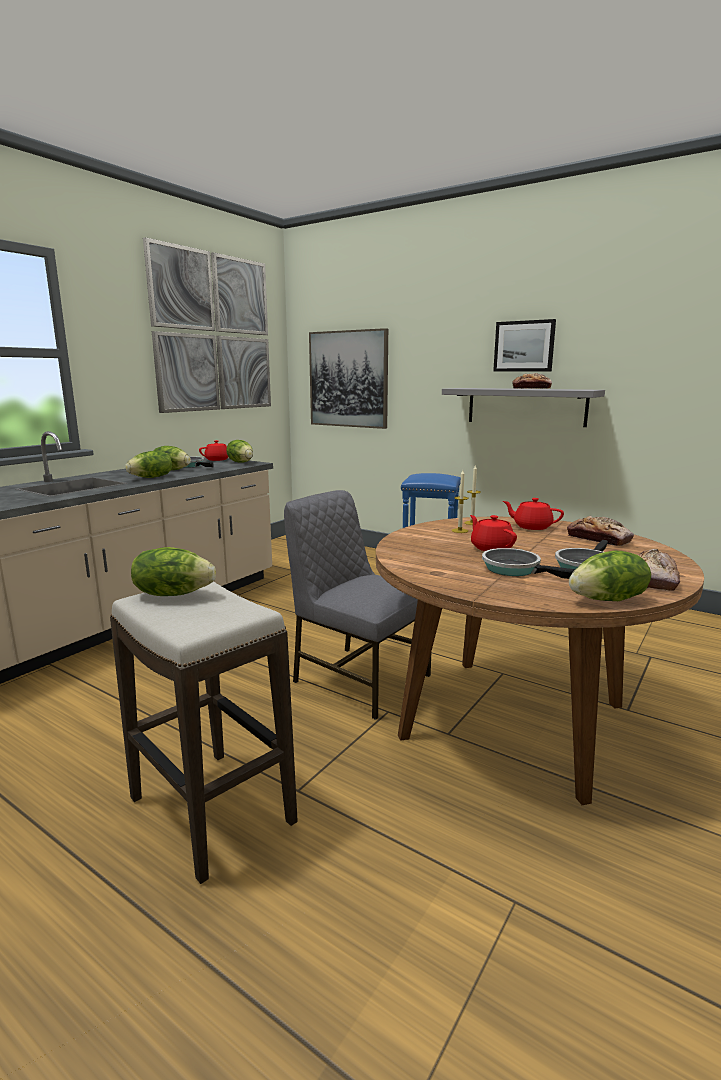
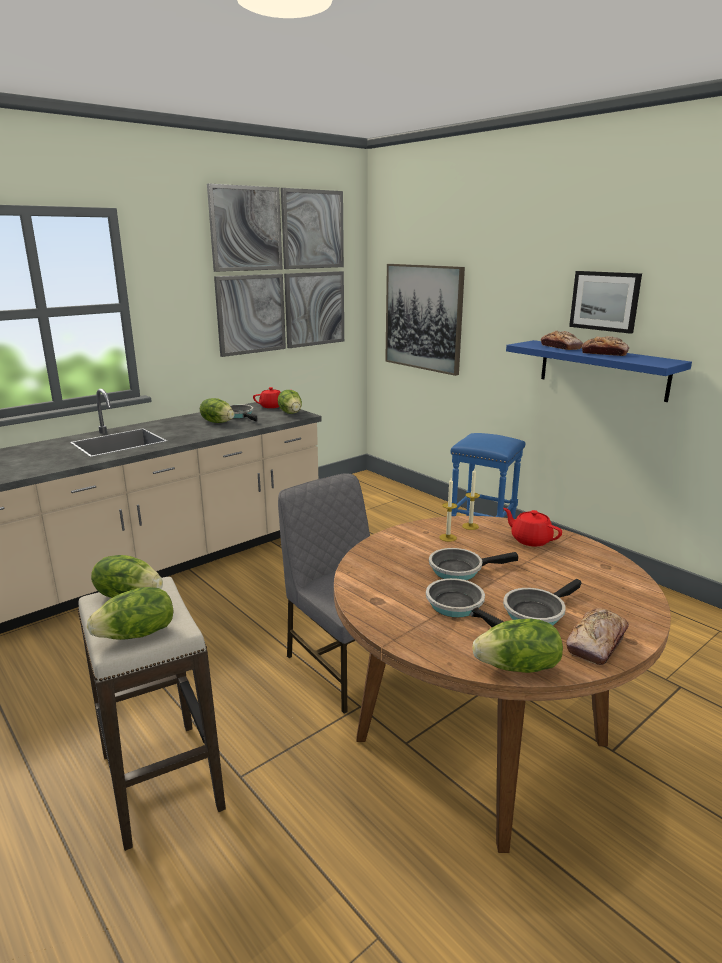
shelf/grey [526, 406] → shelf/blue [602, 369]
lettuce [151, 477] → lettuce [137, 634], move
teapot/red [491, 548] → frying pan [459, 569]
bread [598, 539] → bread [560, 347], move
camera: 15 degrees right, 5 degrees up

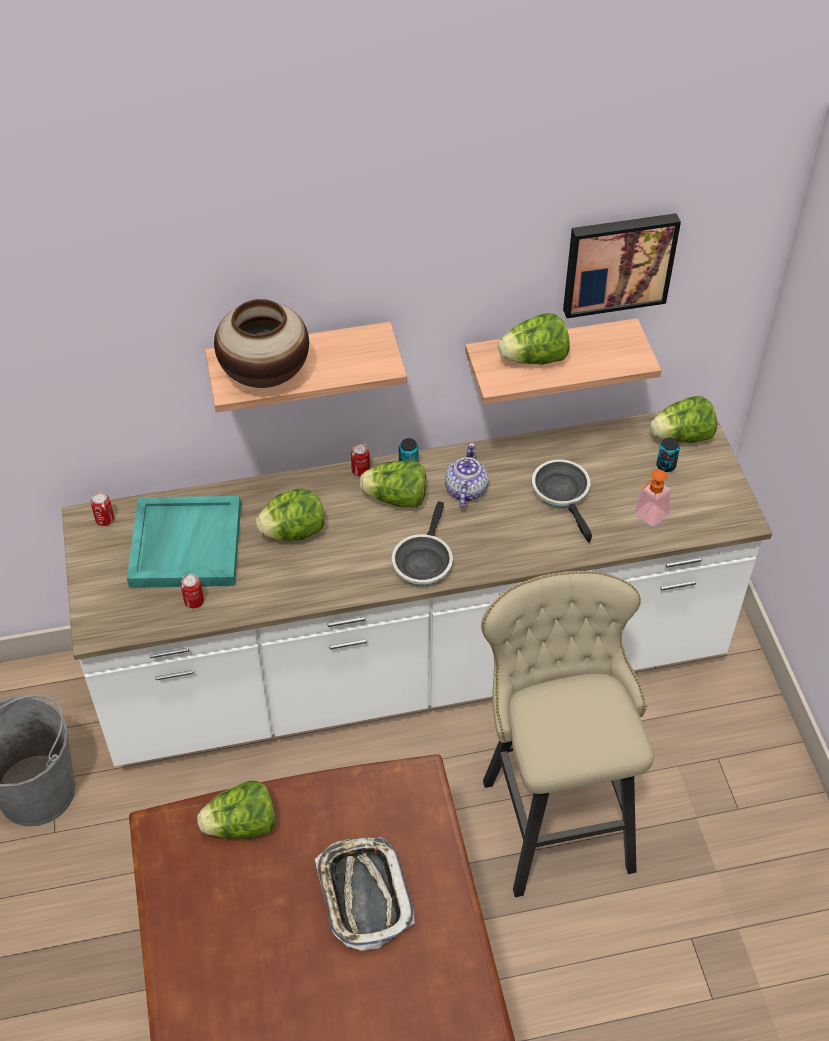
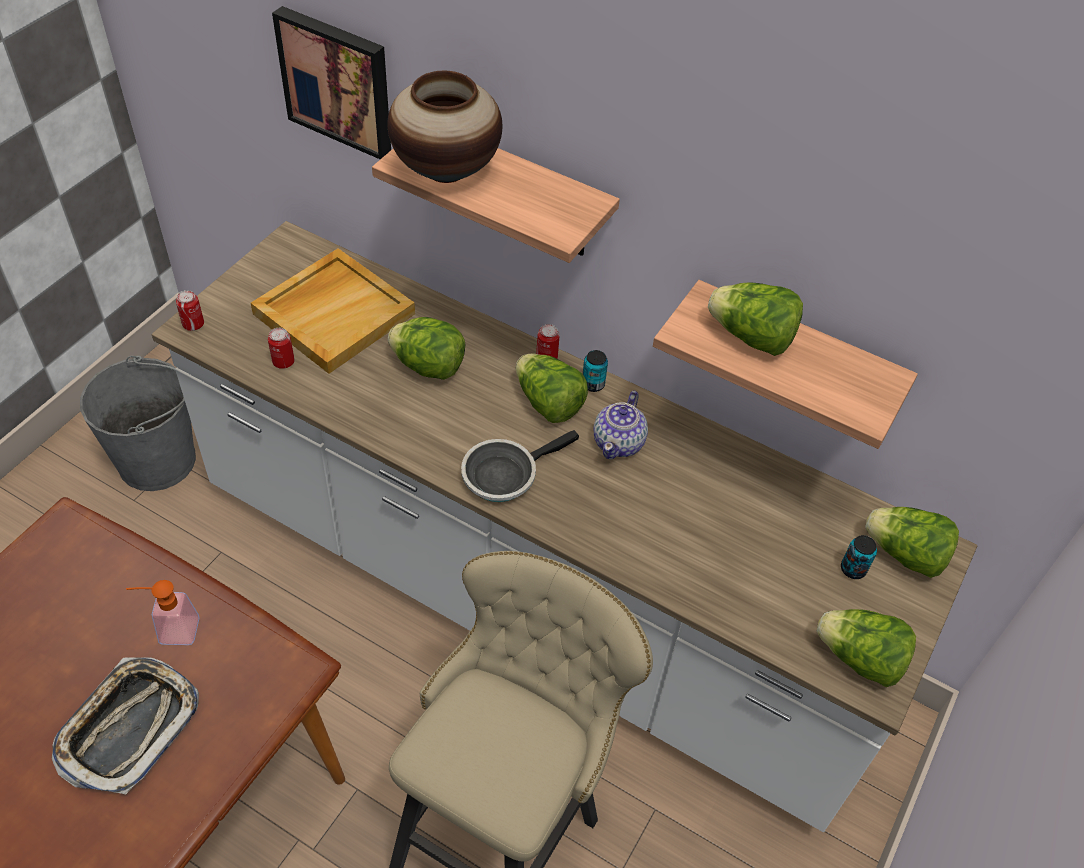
picture [618, 262] → picture [338, 81], move
teapot [465, 490] → teapot [619, 442], 150 degrees clockwise
frying pan [563, 494] → -
soap dispenser [647, 517] → soap dispenser [171, 630], move
can [105, 520] → can [193, 324], move
tray/turquoise [185, 544] → tray/beige [334, 313]
lettuce [242, 825] → lettuce [859, 659], move
camera: 40 degrees right, 0 degrees up

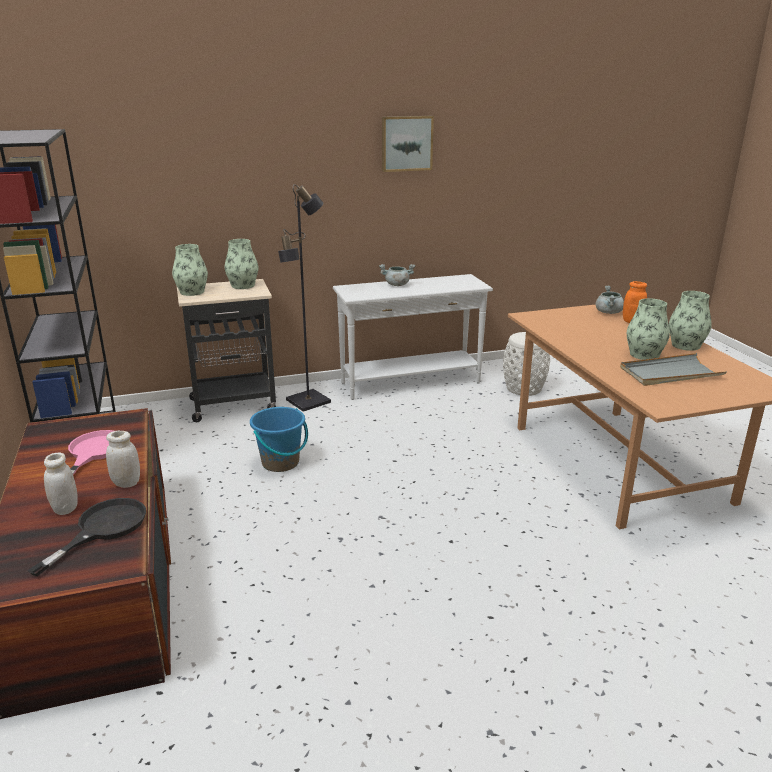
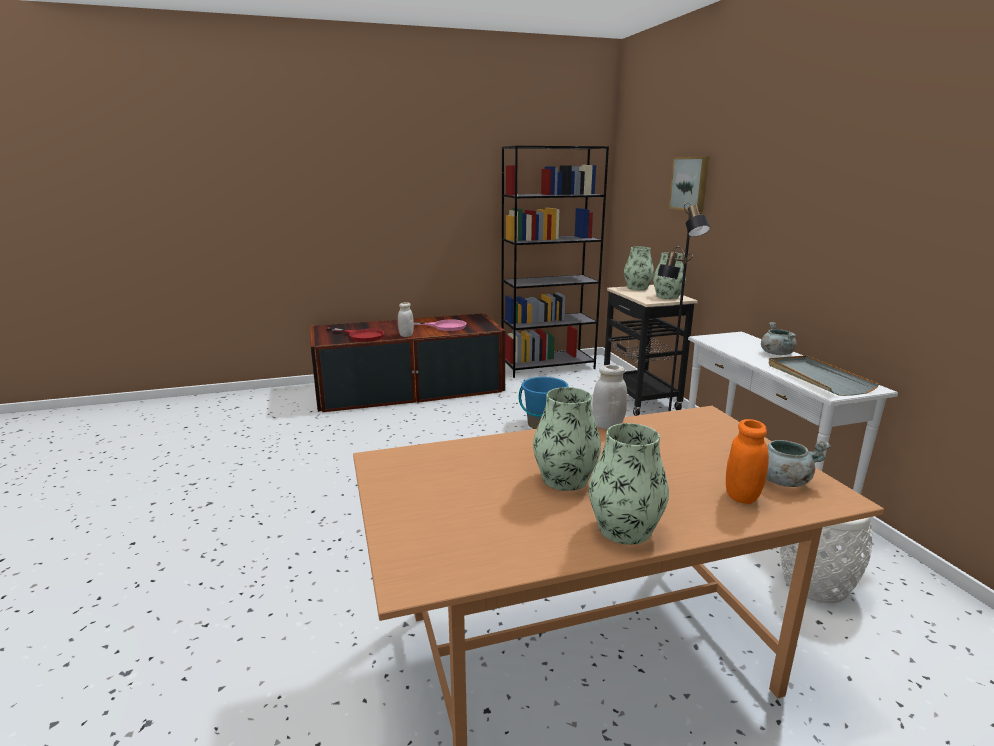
picture [406, 143] → picture [690, 183], move
tray/grey [670, 373] → tray/grey [817, 378], move
jar/white [65, 508] → jar/white [607, 425], move
frying pan/black [103, 529] → frying pan/red [361, 336]
camera: 90 degrees right, 5 degrees down

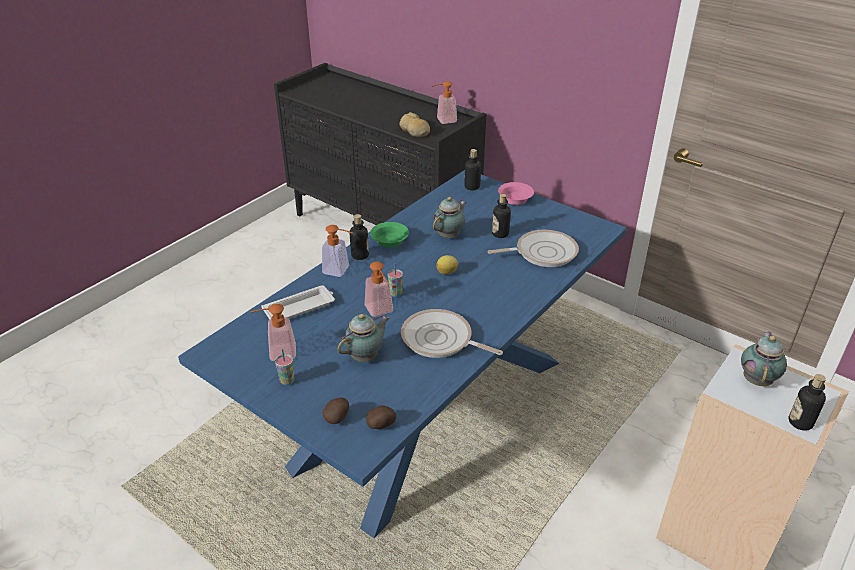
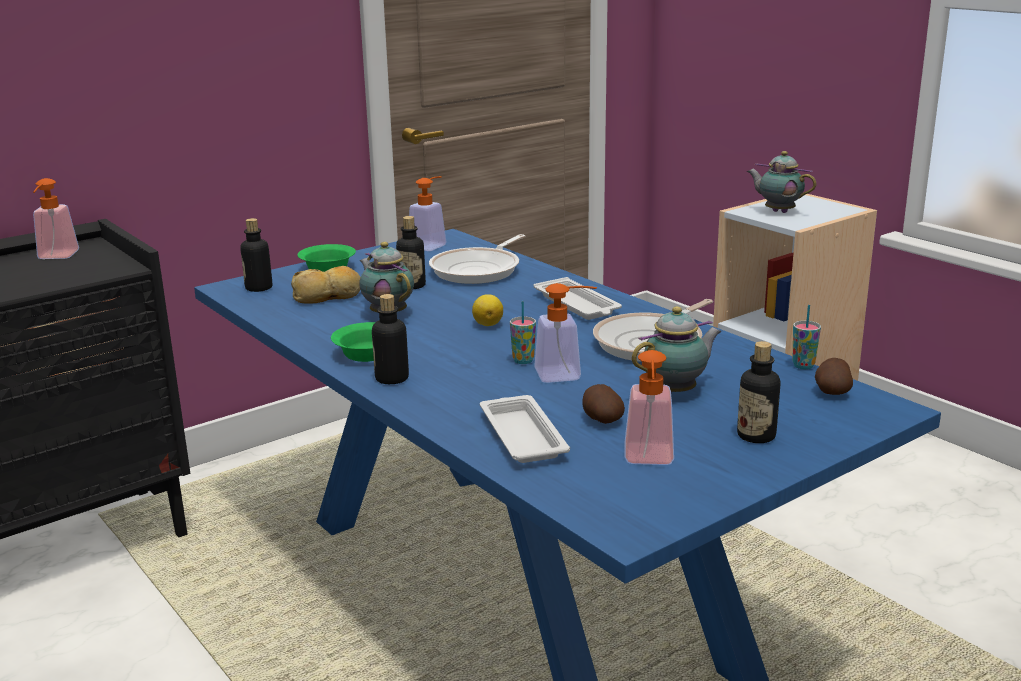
bread [414, 131] → bread [328, 296], move
bowl/pink [515, 200] → bowl/green [329, 268]
soap dispenser [340, 271] → soap dispenser [431, 245], move
frying pan [542, 252] → frying pan [479, 270], 150 degrees counterclockwise
teapot [366, 356] → teapot [676, 391], 90 degrees clockwise
cup [287, 381] → cup [803, 366], move
bottle [800, 422] → bottle [756, 436], move
potato [337, 417] → potato [601, 420], move
- → tray/white [577, 305]
camera: 75 degrees left, 15 degrees down

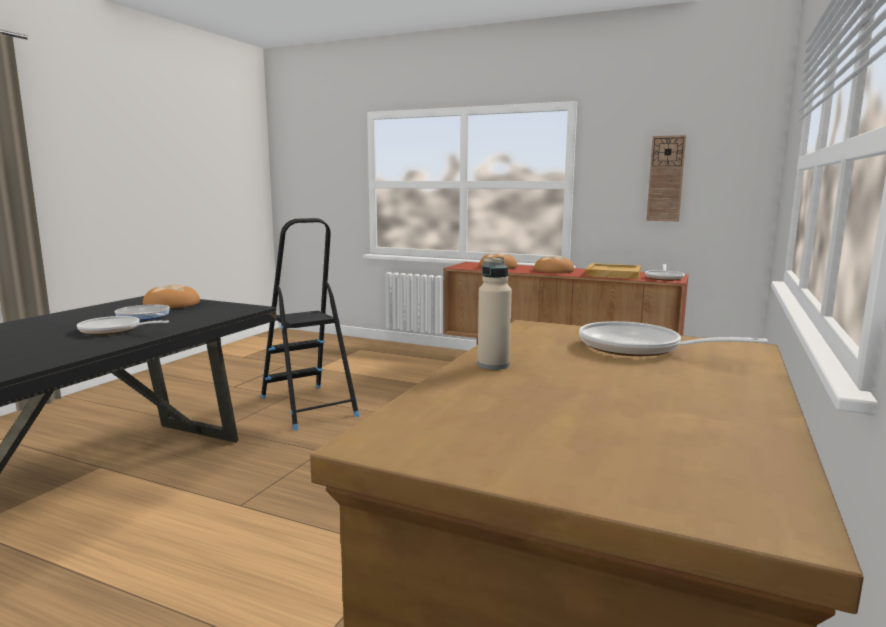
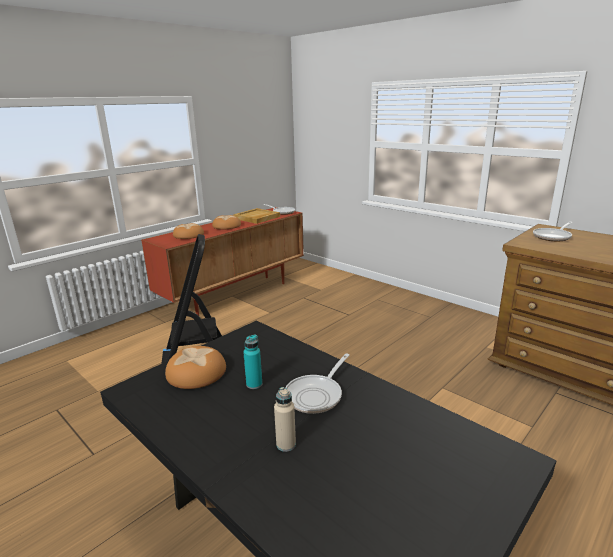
wall clock [665, 179] → -
bottle/beige [493, 365] → bottle/beige [286, 444], move
frying pan [144, 316] → bottle/turquoise [254, 384]
camera: 70 degrees left, 10 degrees up

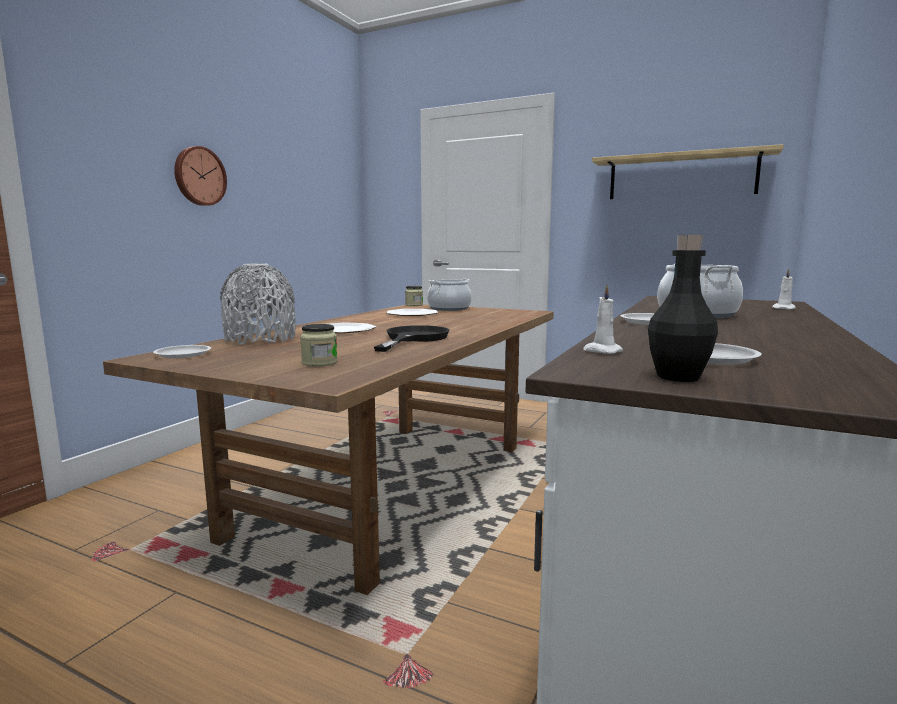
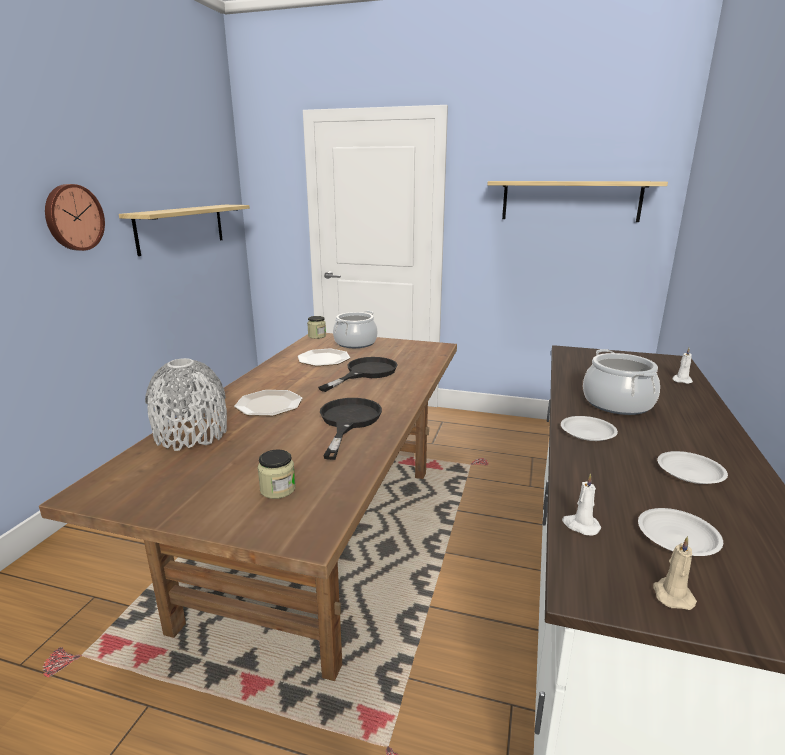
bottle/black [678, 377] → candle/beige [672, 594]
plate/white [183, 355] → plate/white [690, 472], move
- → shelf [181, 228]
- → frying pan/black [365, 373]
camera: 10 degrees left, 10 degrees up

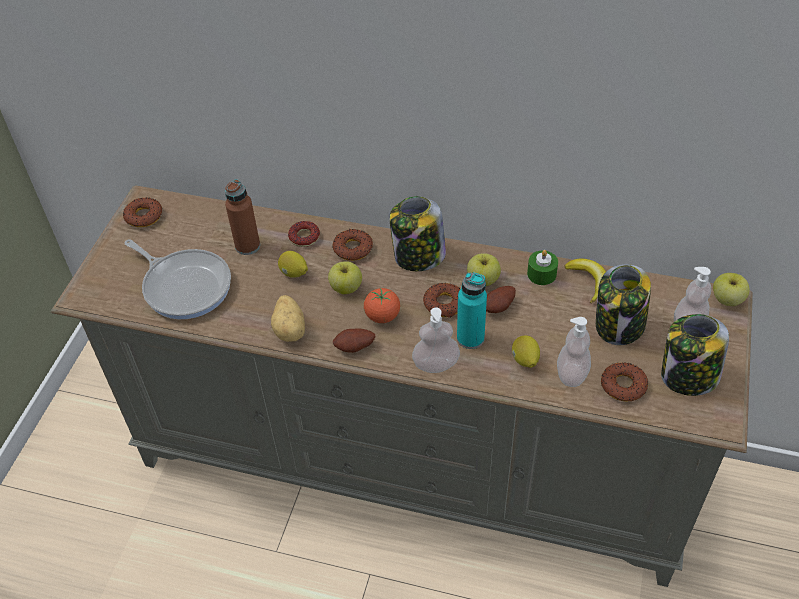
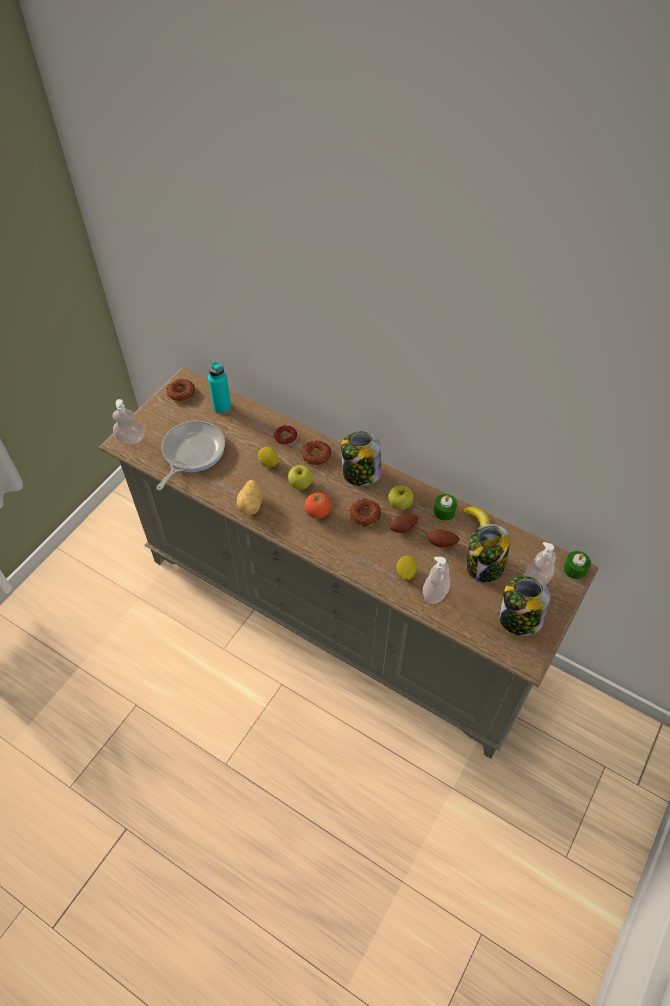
bottle/brown [247, 246] → -
frying pan [185, 286] → frying pan [191, 453], 120 degrees counterclockwise
bottle/turquoise [470, 338] → bottle/turquoise [222, 407], move
apple [727, 300] → candle/green [575, 569]
soap dispenser [436, 364] → soap dispenser [131, 439], move
potato [355, 348] → potato [442, 544], move
donut [623, 385] → -
camera: 15 degrees right, 5 degrees up

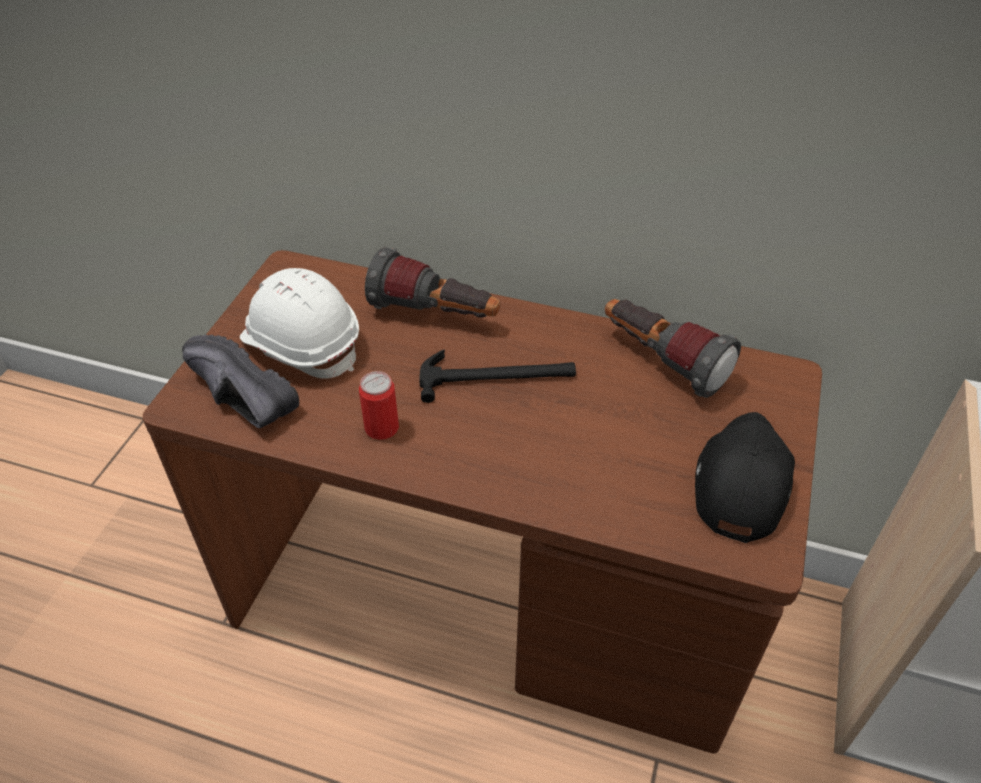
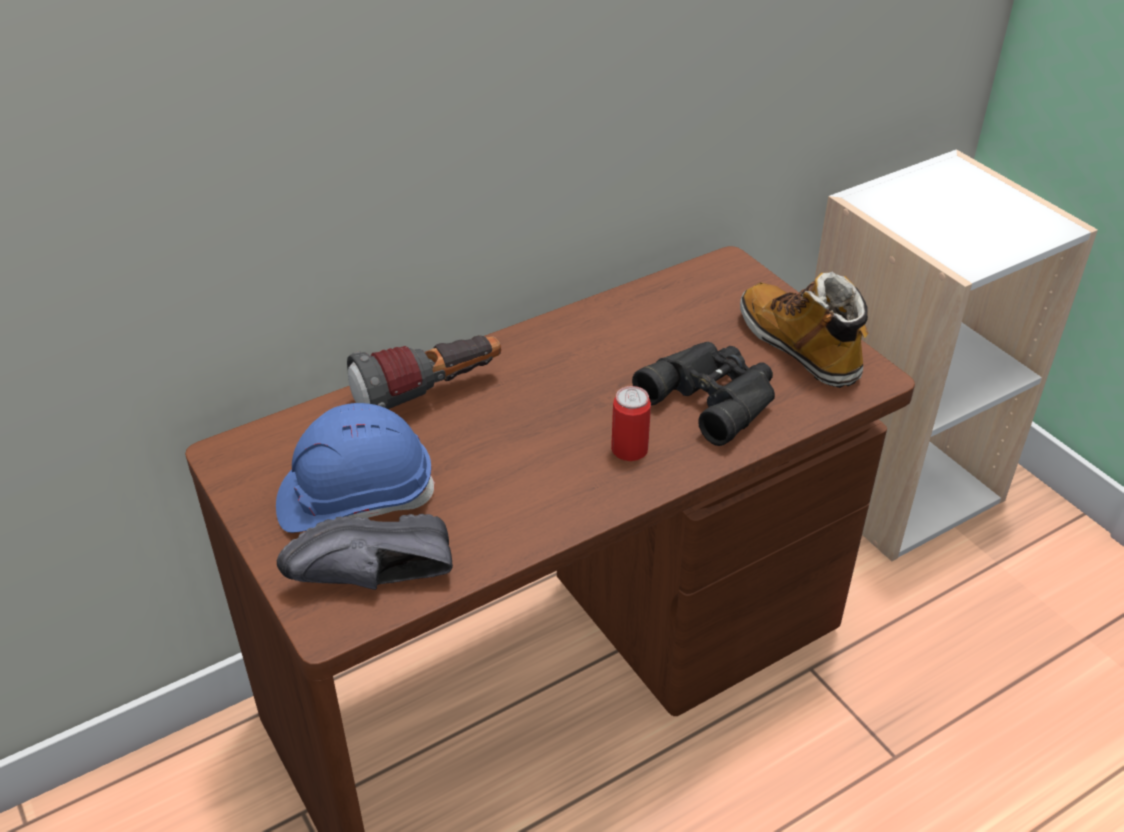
hard hat/white [302, 345] → hard hat/blue [355, 498]
flashlight [661, 362] → -
hammer [497, 376] → -
can [381, 428] → can [629, 450], move
cap/black [740, 481] → boot [799, 347]
- → binoculars/black [713, 396]
camera: 50 degrees left, 5 degrees down

